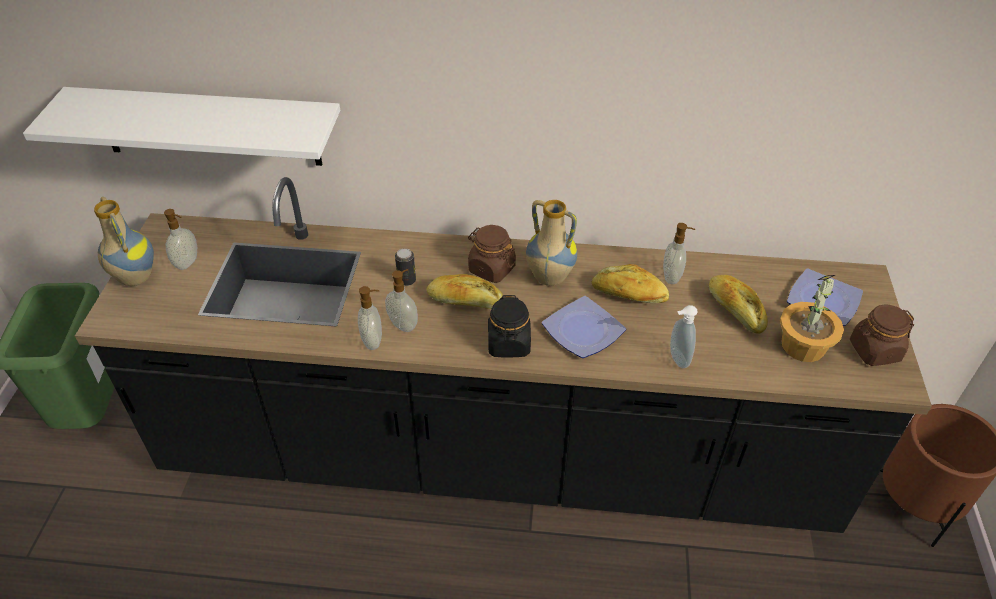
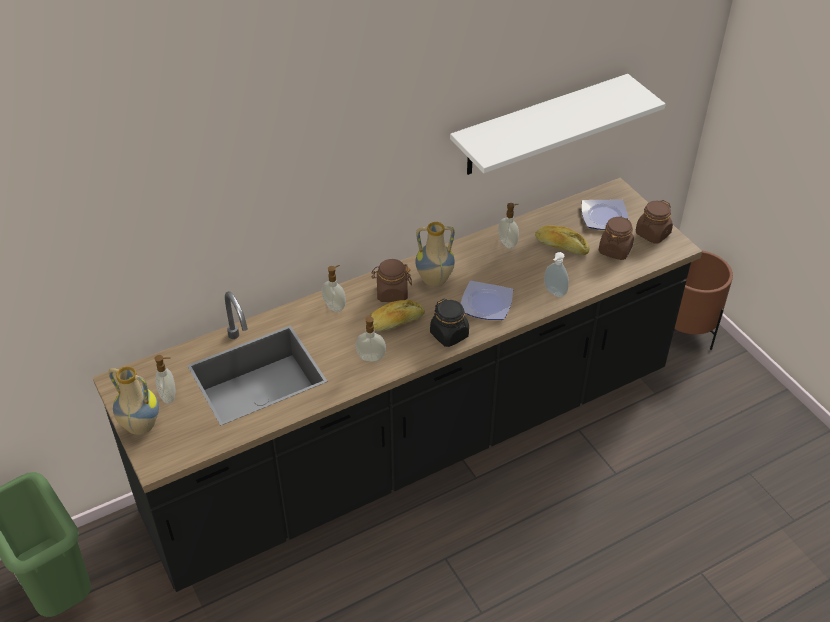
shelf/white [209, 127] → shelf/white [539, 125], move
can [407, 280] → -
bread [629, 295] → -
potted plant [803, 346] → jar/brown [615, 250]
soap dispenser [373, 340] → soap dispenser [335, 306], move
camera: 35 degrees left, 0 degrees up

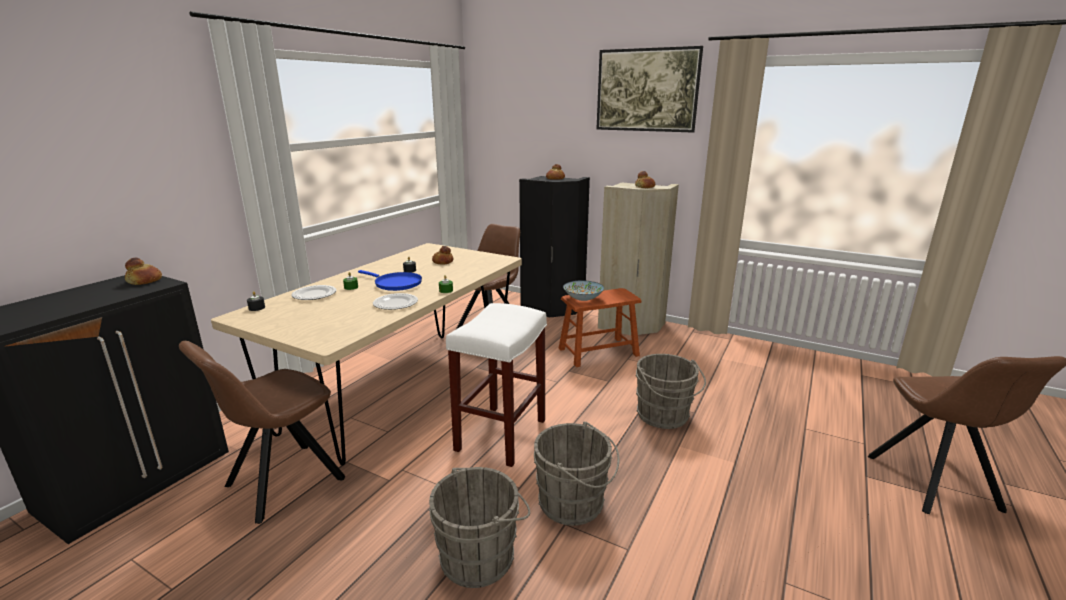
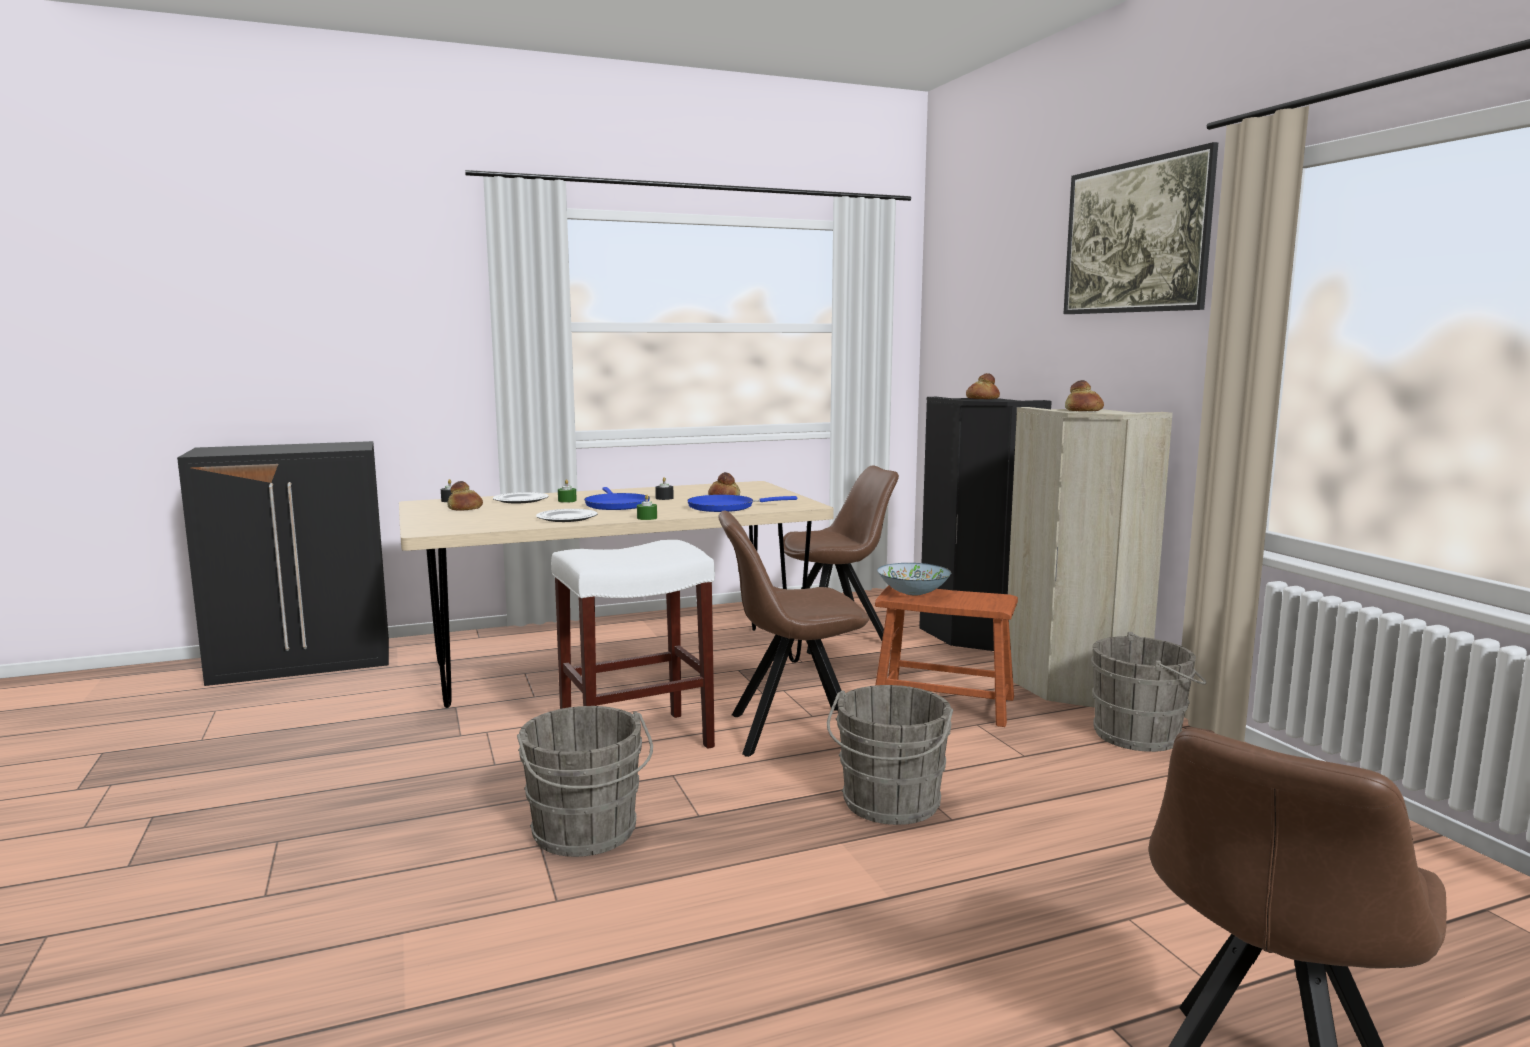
bread [145, 280] → bread [465, 508], move
chair/brown [284, 482] → chair/brown [793, 731], move
bucket/grey [481, 556] → bucket/grey [1142, 735], move
- → frying pan/blue [725, 507]
camera: 40 degrees right, 10 degrees down

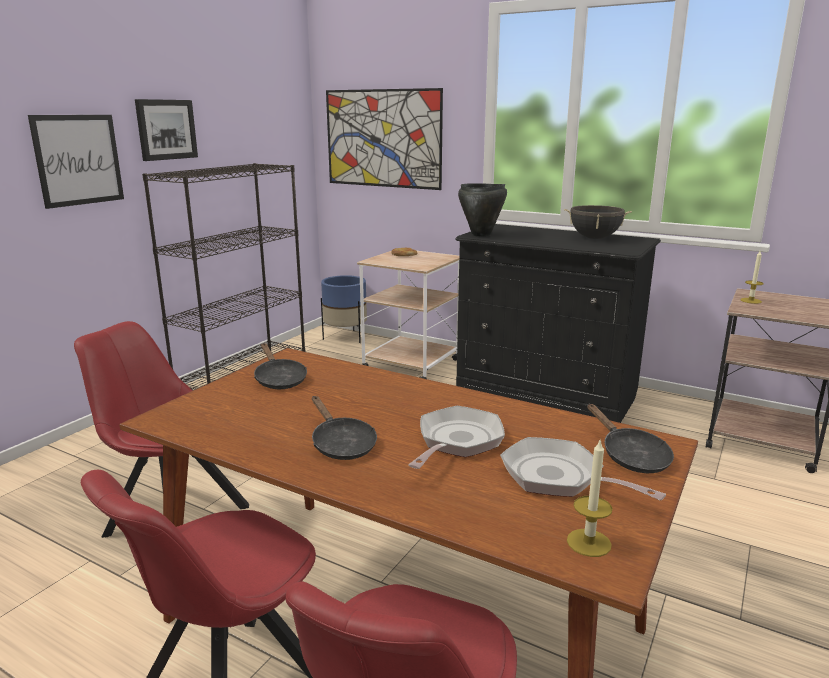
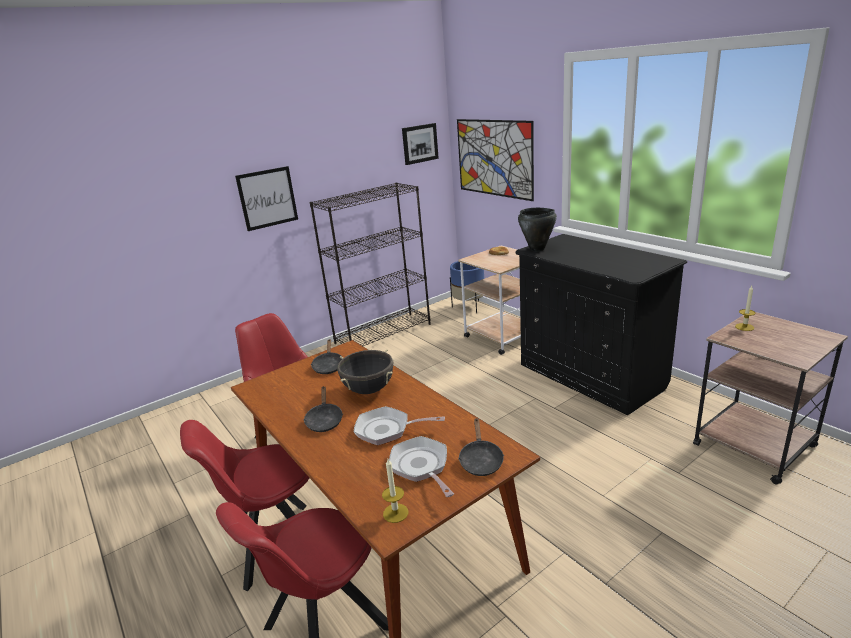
picture [166, 129] → picture [419, 143], move
cooking pot/black [594, 238] → cooking pot/black [369, 390], move
frying pan [457, 441] → frying pan [387, 430], 135 degrees counterclockwise
camera: 25 degrees right, 5 degrees up

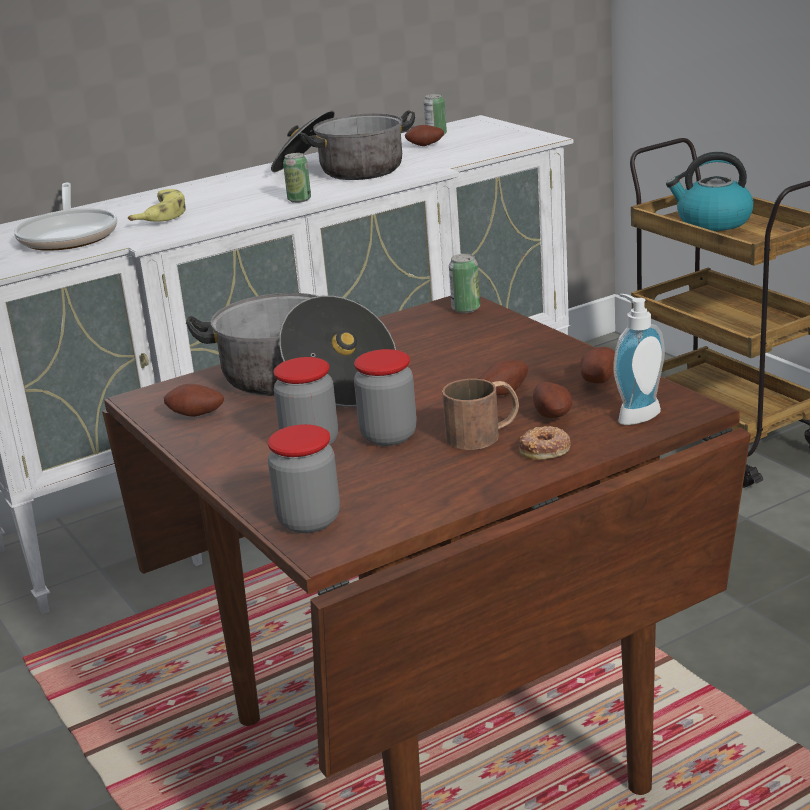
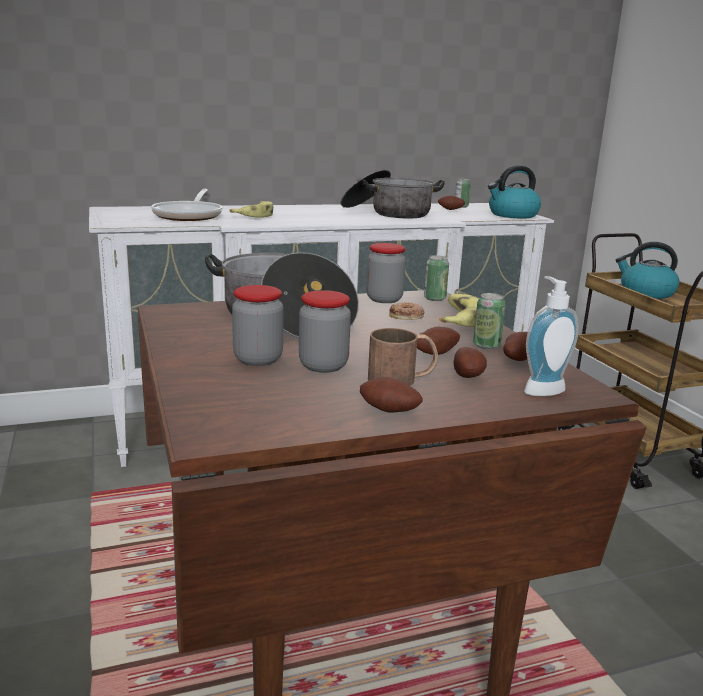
can [299, 200] → can [486, 345], move
potato [195, 416] → potato [388, 412], move
jar [309, 521] → jar [384, 299], move
donut [545, 449] → donut [407, 316], move
- → kettle [512, 215]
- → banana [459, 319]
camera: 10 degrees right, 5 degrees down

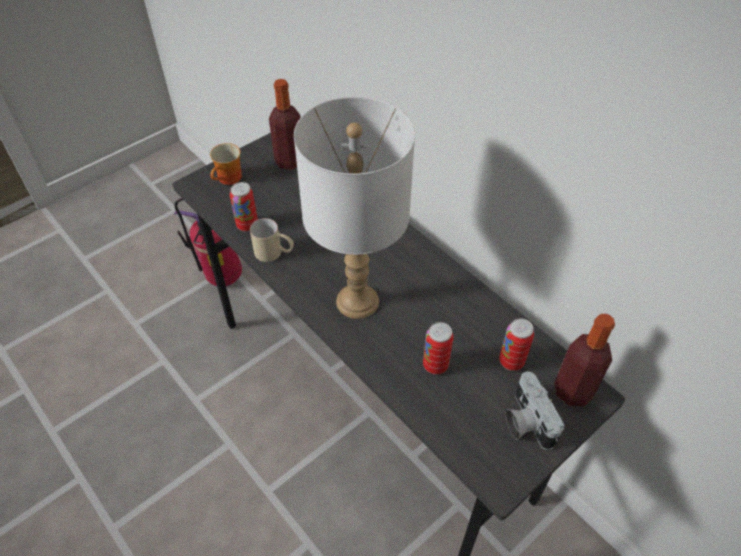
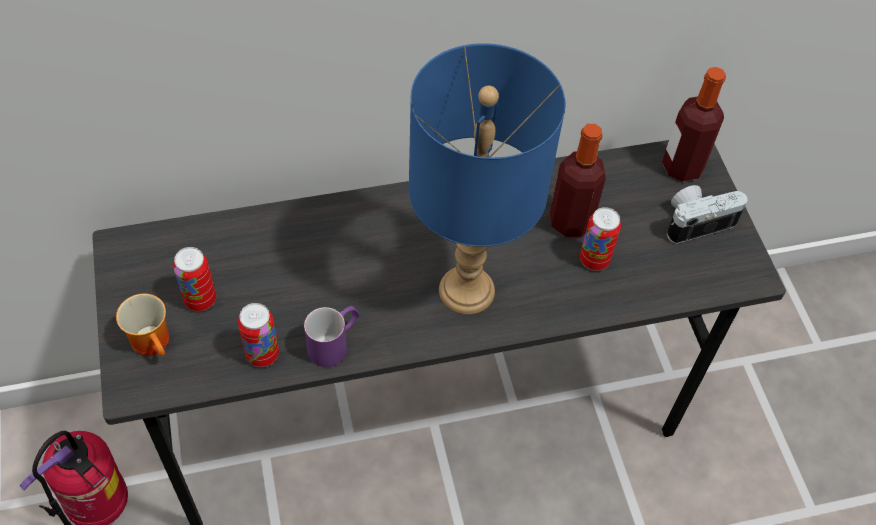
bottle [289, 161] → bottle [570, 222], move
table lamp/white [357, 302] → table lamp/blue [467, 290]
mug/beige [274, 253] → mug/purple [335, 343]
can [511, 361] → can [200, 300], move
photo camera [526, 421] → photo camera [697, 221], 150 degrees clockwise
camera: 65 degrees left, 5 degrees up

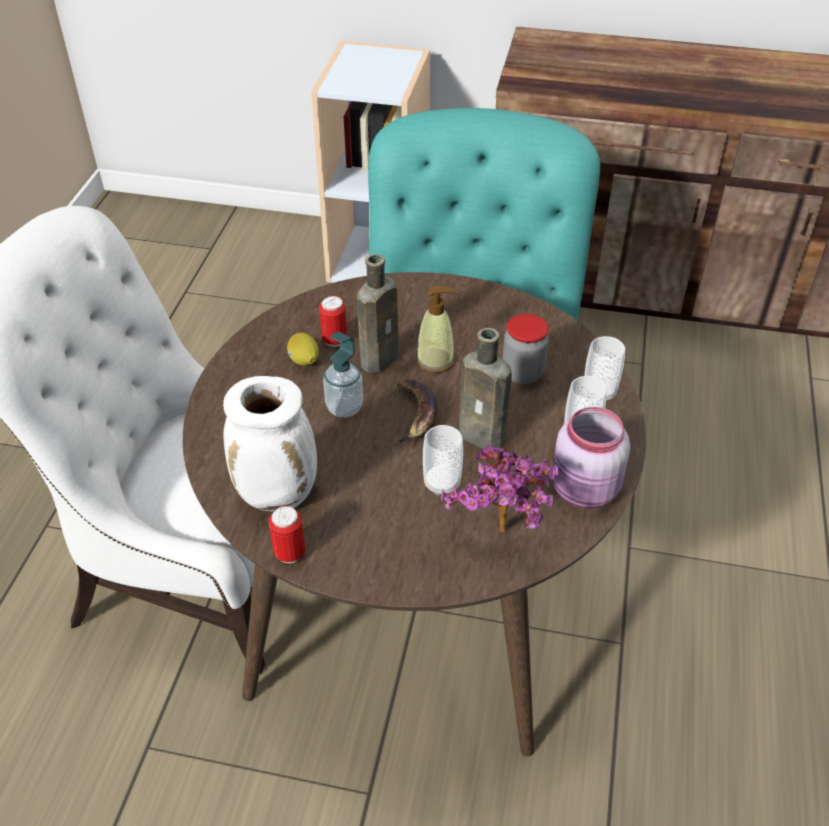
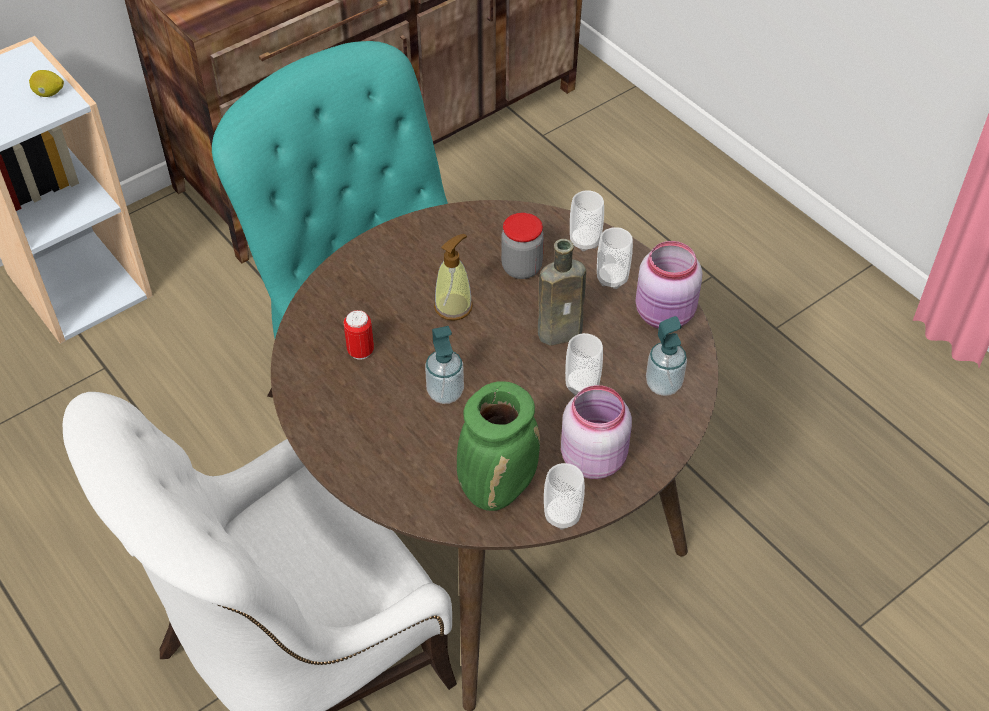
bottle/brown [381, 357] → -
lemon [304, 361] → lemon [49, 94], move
vase/white [279, 495] → vase/green [497, 488]
banana [414, 414] → -
potted plant [503, 536] → soap dispenser [663, 384]
can [290, 553] → cup [562, 515]
- → jar/pink [593, 457]
camera: 50 degrees left, 5 degrees up

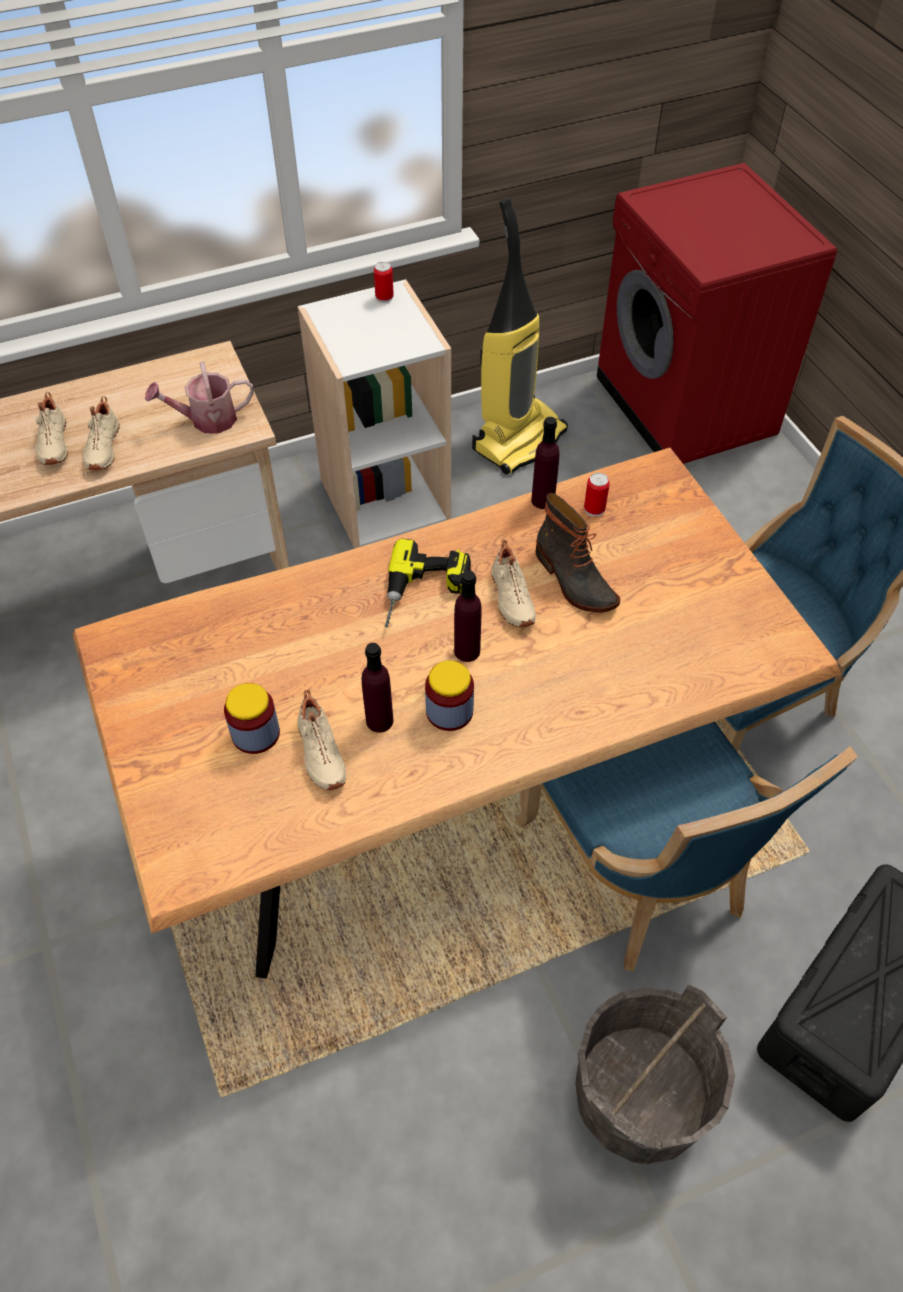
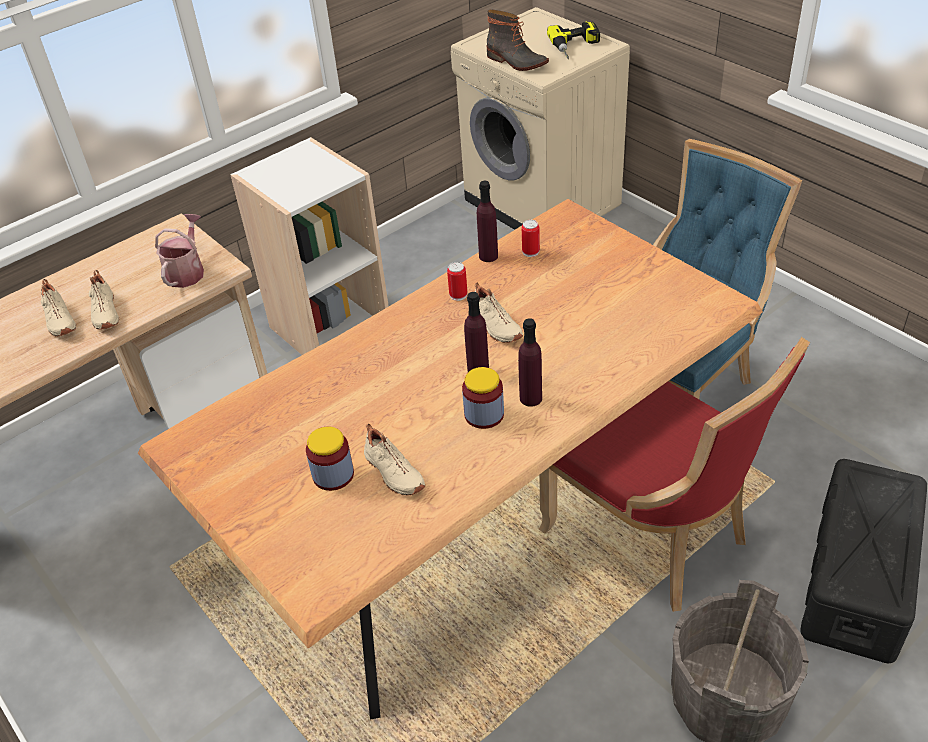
washing machine/red [681, 407] → washing machine/beige [540, 204]
vacuum cleaner [518, 439] → -
can [384, 297] → can [458, 295], move
watering can [207, 420] → watering can [187, 271], 135 degrees clockwise
boot [573, 580] → boot [516, 62], move
power drill [425, 594] → power drill [576, 47], move
bottle/purple [379, 720] → bottle/purple [530, 398], move
chair/blue [639, 870] → chair/red [653, 535]
camera: 15 degrees left, 10 degrees down

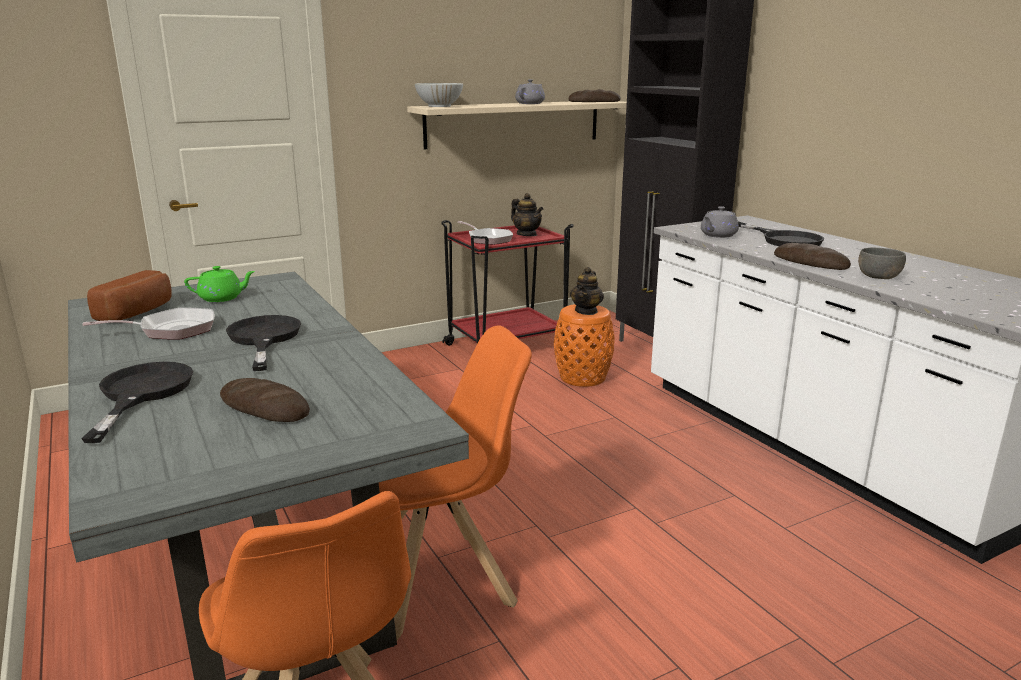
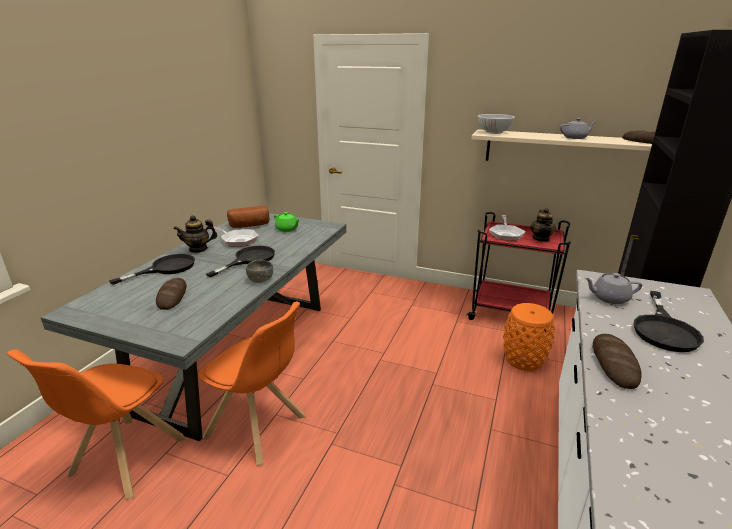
bowl/grey [878, 276] → bowl/grey [260, 279], move
teapot [586, 311] → teapot [198, 249], move
camera: 50 degrees right, 5 degrees up

